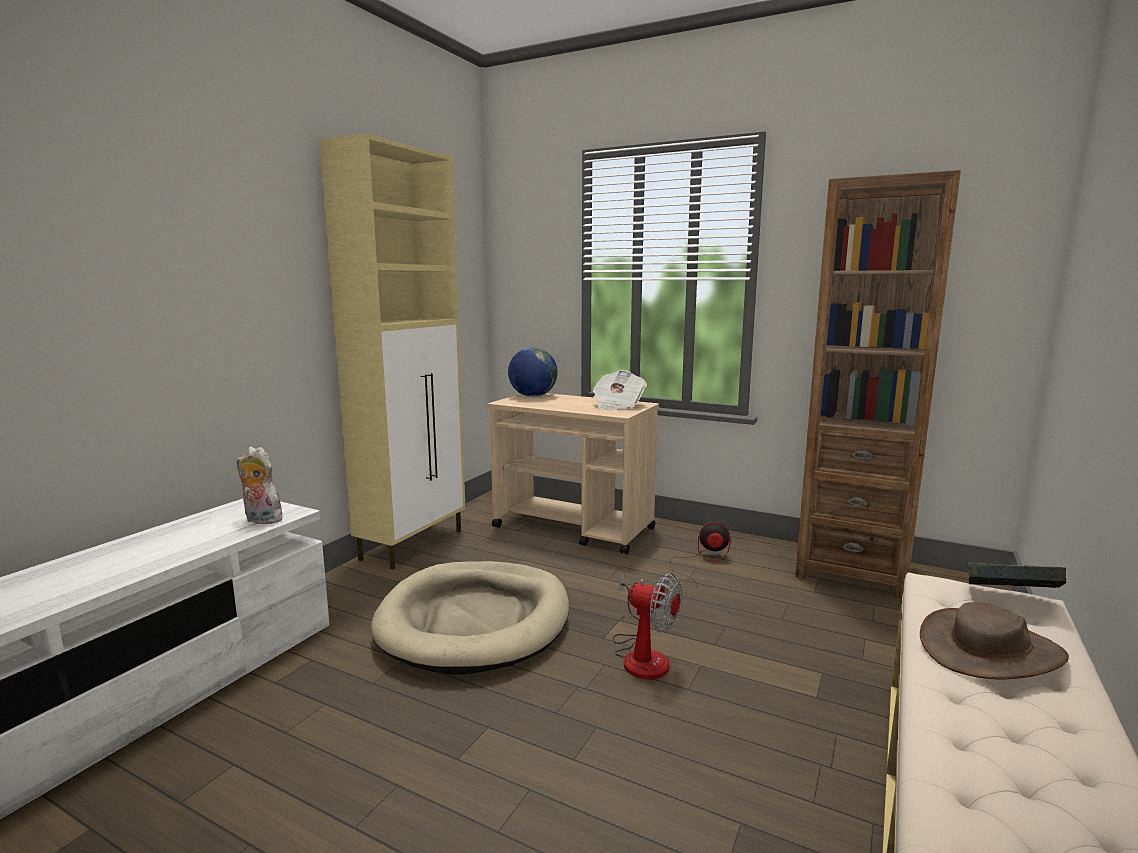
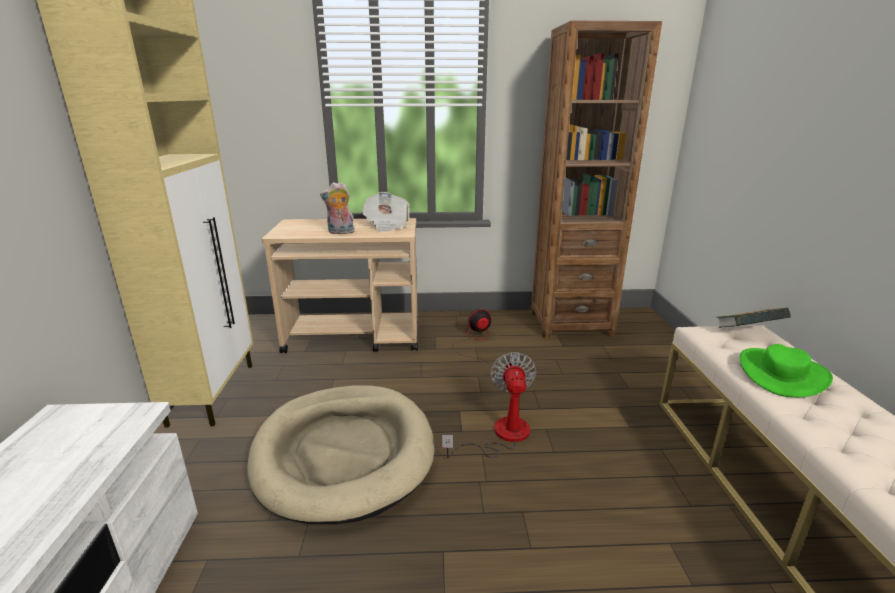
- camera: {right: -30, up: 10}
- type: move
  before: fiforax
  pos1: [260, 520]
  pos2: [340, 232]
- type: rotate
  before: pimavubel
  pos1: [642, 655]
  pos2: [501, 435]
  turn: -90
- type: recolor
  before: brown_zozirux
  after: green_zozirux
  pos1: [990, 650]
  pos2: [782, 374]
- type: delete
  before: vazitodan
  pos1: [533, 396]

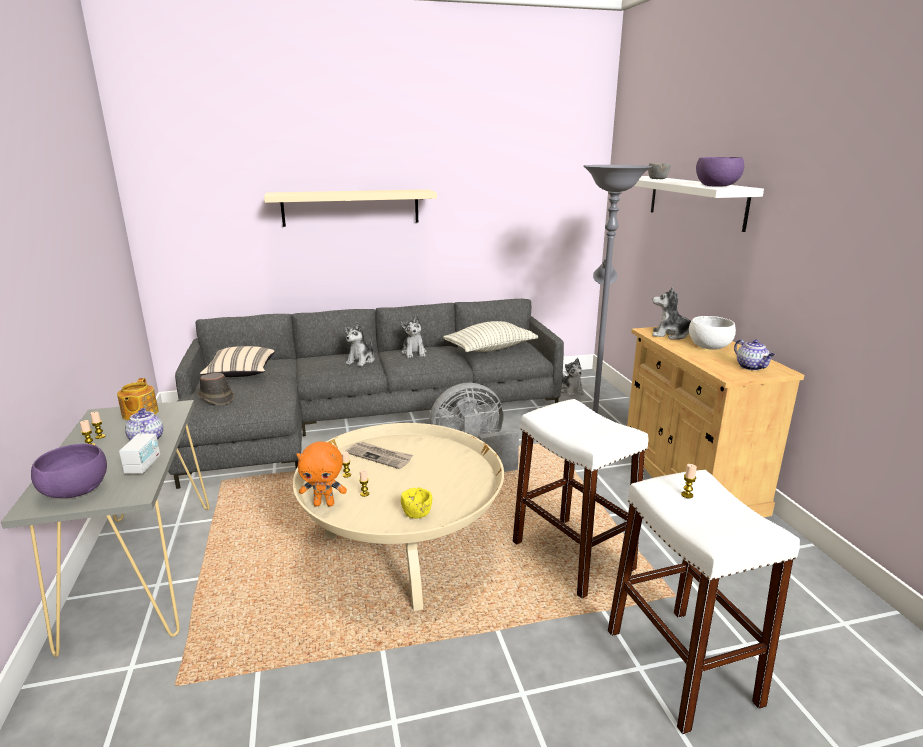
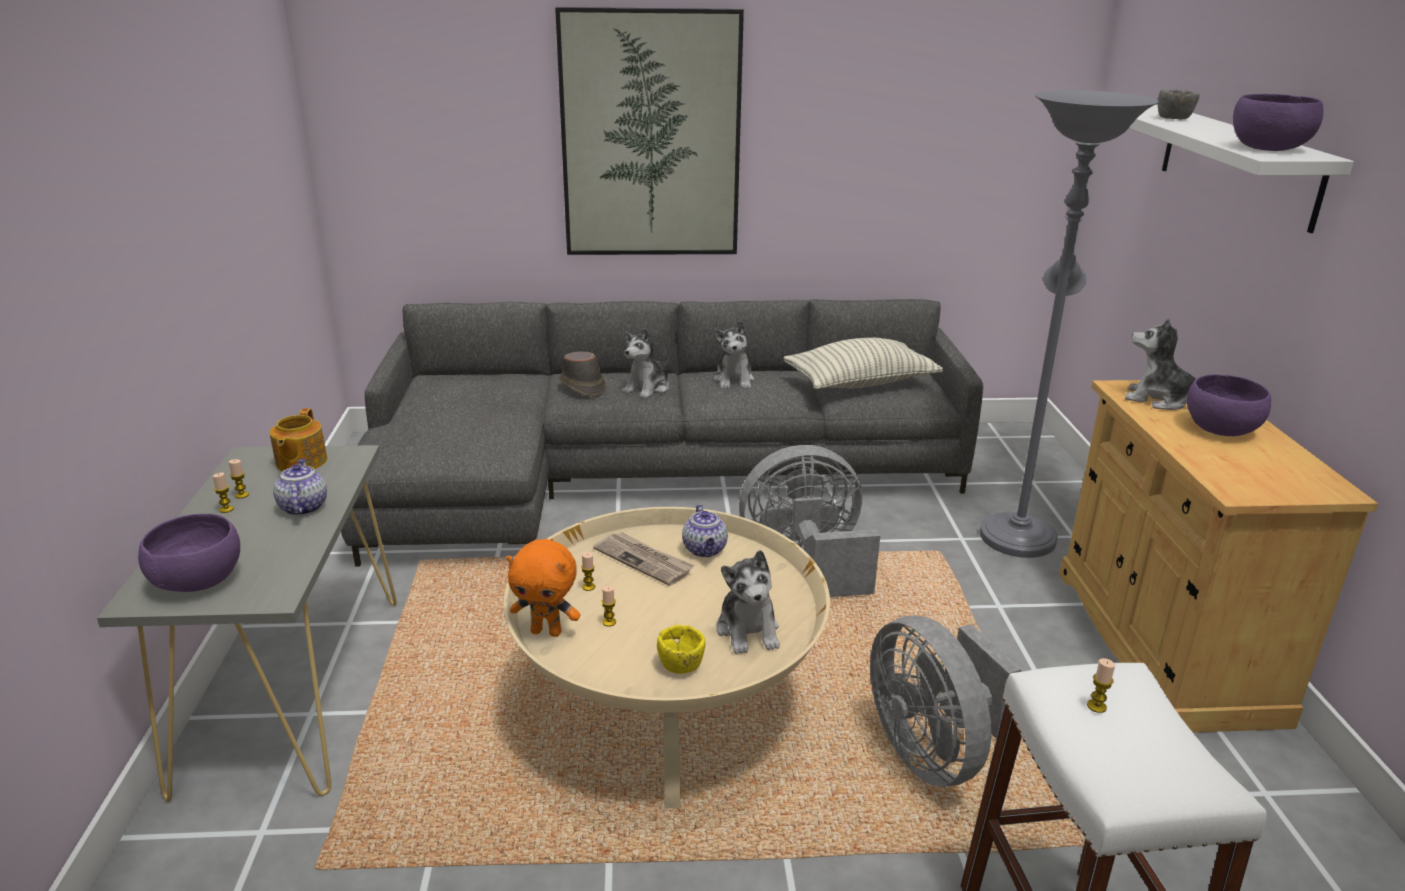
- camera: {right: 10, up: 5}
- type: replace
  before: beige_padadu
  after: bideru
  pos1: [351, 207]
  pos2: [651, 136]
- type: move
  before: brown_zozirux
  pos1: [216, 398]
  pos2: [582, 386]
- type: move
  before: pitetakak
  pos1: [751, 367]
  pos2: [705, 550]
- type: move
  before: fiforax
  pos1: [571, 391]
  pos2: [748, 631]
- type: replace
  before: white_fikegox
  after: grey_pimavubel
  pos1: [572, 556]
  pos2: [932, 753]
- type: recolor
  before: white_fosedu
  after: purple_fosedu
  pos1: [709, 346]
  pos2: [1221, 428]
- type: delete
  before: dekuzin
  pos1: [143, 465]
- type: delete
  before: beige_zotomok
  pos1: [241, 374]

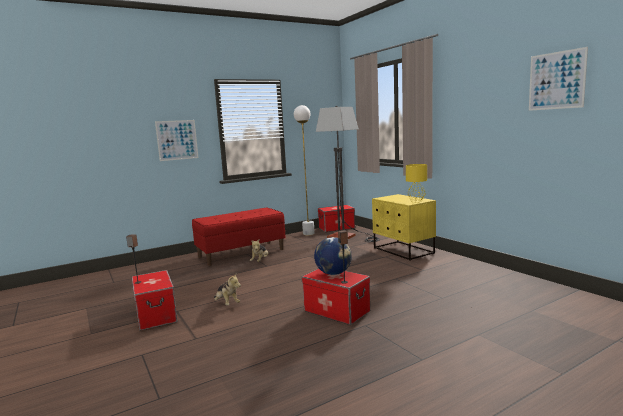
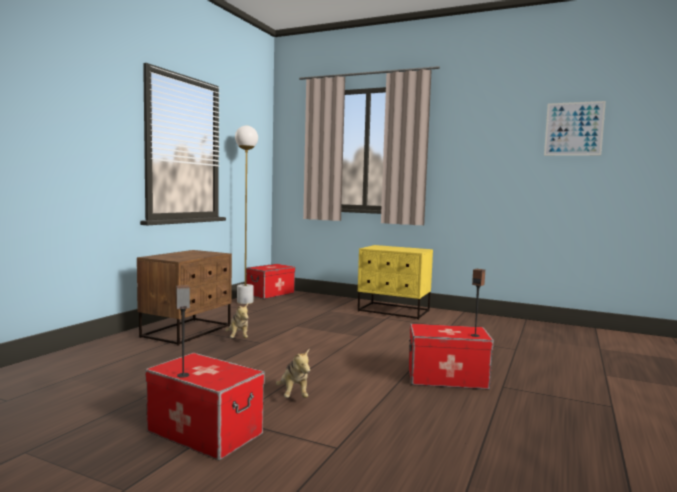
- camera: {right: -35, up: -5}
- type: replace
  before: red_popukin
  after: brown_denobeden
  pos1: [241, 253]
  pos2: [188, 331]
- type: rotate
  before: fiforax
  pos1: [227, 303]
  pos2: [293, 395]
  turn: 60
- type: delete
  before: bideru
  pos1: [177, 140]
- type: delete
  before: vazitodan
  pos1: [333, 273]
- type: delete
  before: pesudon
  pos1: [348, 237]
- type: delete
  before: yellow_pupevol
  pos1: [416, 201]

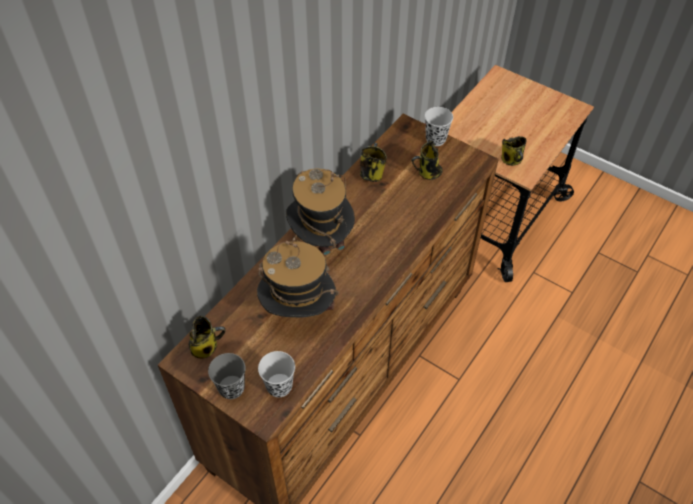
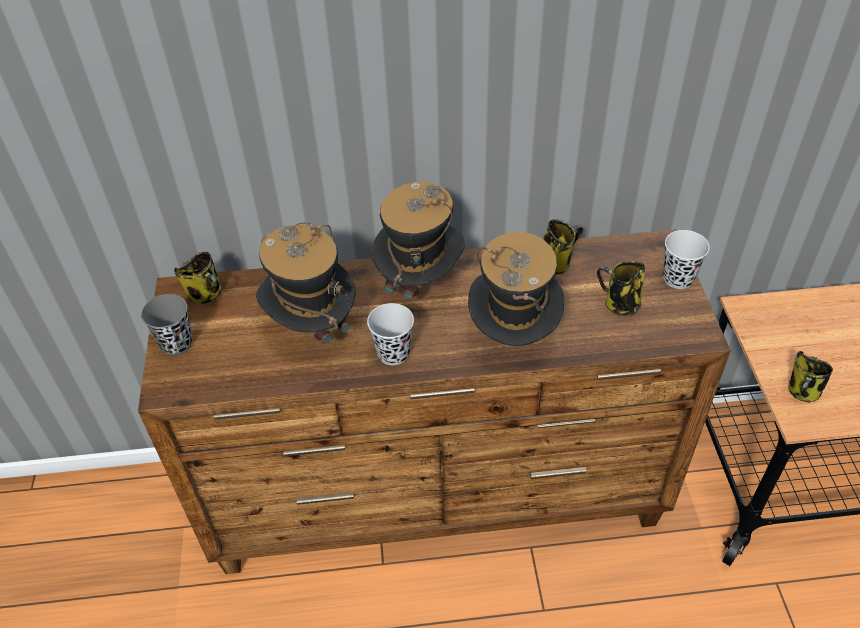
- camera: {right: 50, up: -5}
- type: move
  before: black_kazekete
  pos1: [279, 386]
  pos2: [393, 353]
- type: insert
  after: zozirux
  pos2: [513, 339]

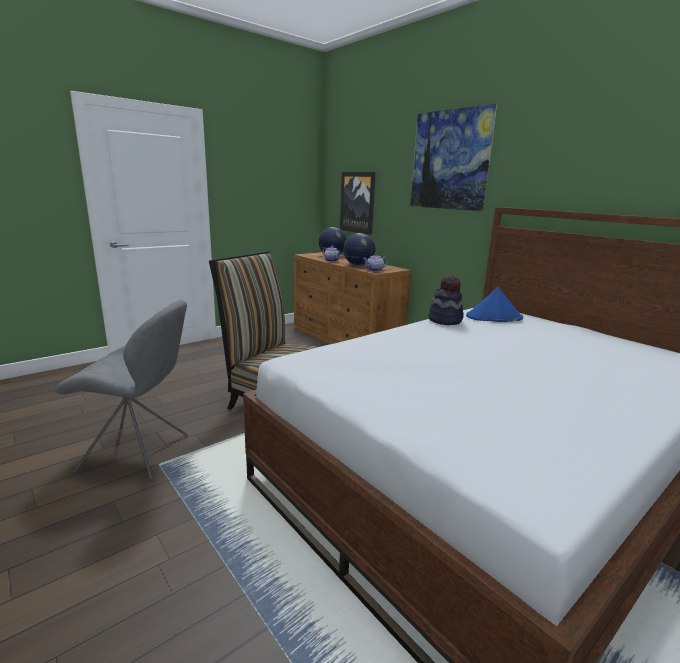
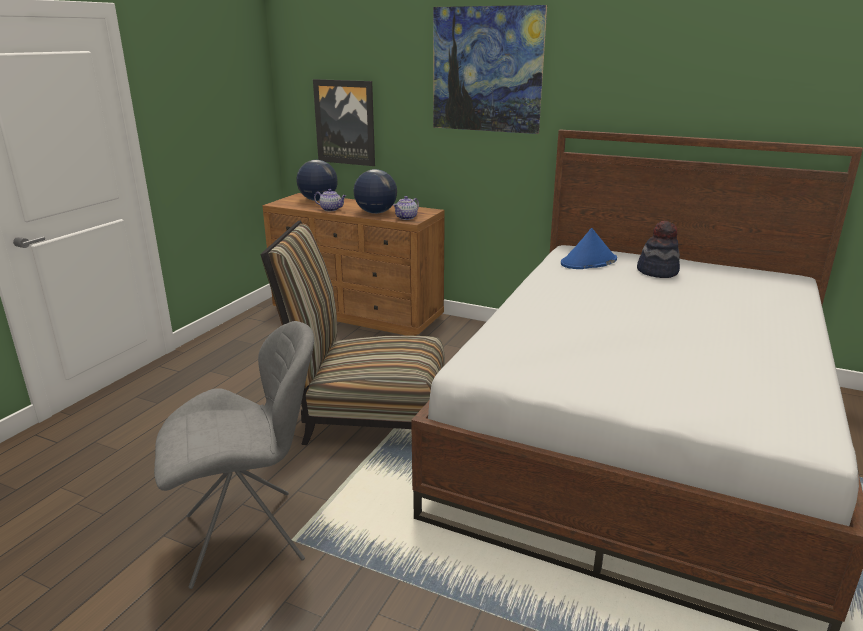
- camera: {right: -25, up: 5}
- type: move
  before: zozirux
  pos1: [445, 320]
  pos2: [657, 271]

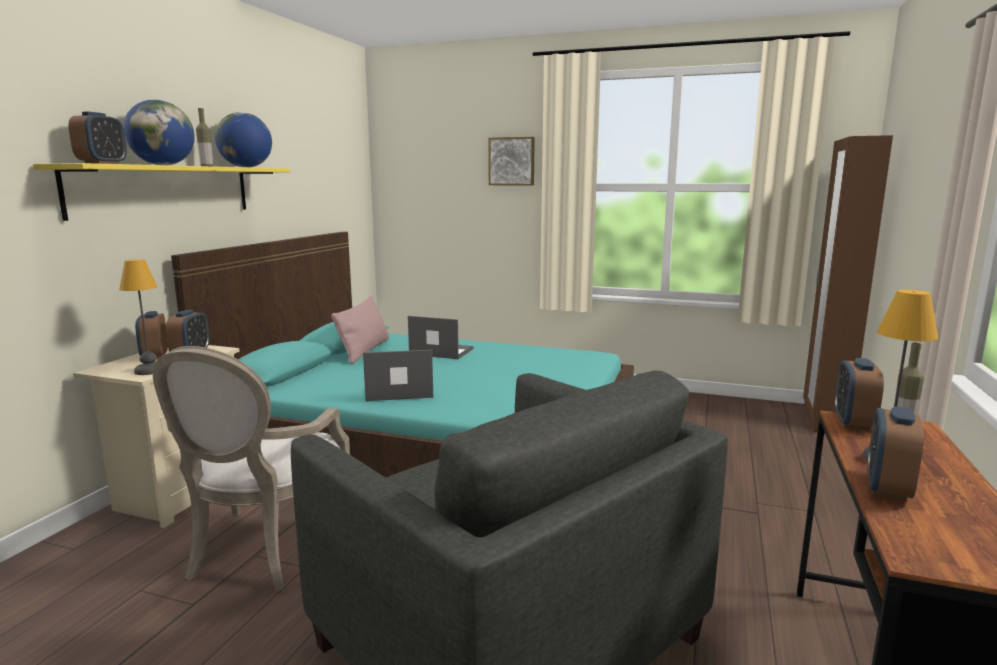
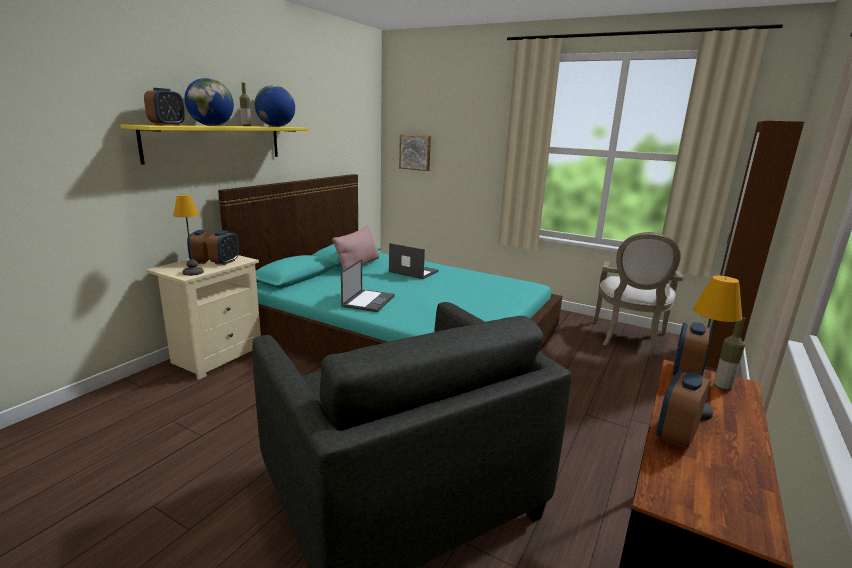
- camera: {right: 10, up: 5}
- type: rotate
  before: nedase
  pos1: [398, 391]
  pos2: [368, 301]
  turn: 105
- type: move
  before: bideru
  pos1: [512, 161]
  pos2: [415, 152]
- type: move
  before: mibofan
  pos1: [262, 552]
  pos2: [628, 339]

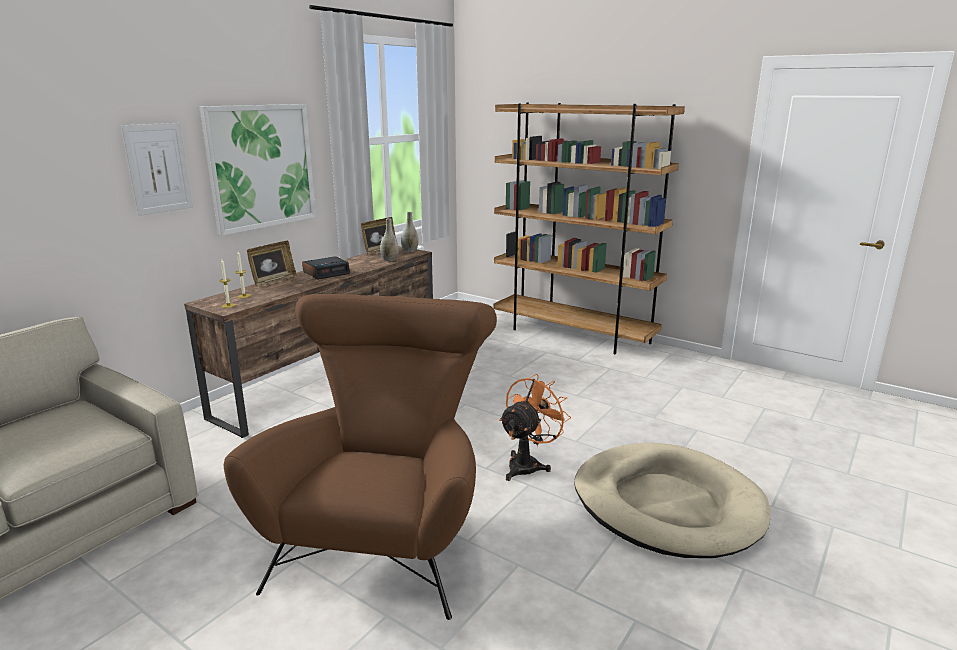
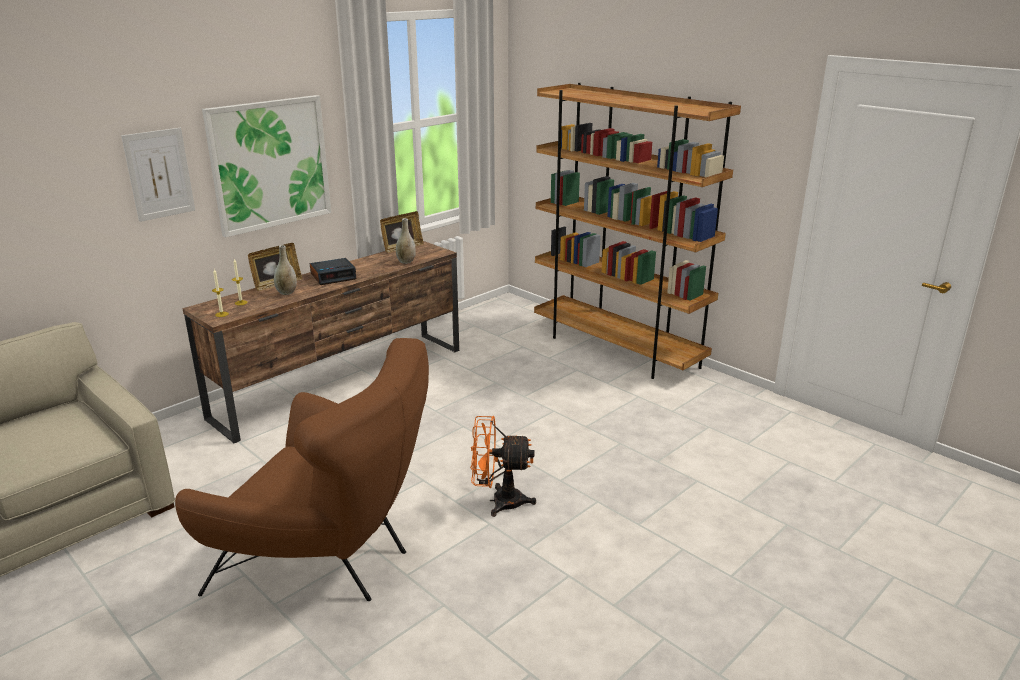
- camera: {right: 10, up: 5}
- type: rotate
  before: brown_mibofan
  pos1: [382, 534]
  pos2: [330, 559]
  turn: 90
- type: move
  before: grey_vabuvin
  pos1: [410, 251]
  pos2: [286, 292]
- type: rotate
  before: orange_pimavubel
  pos1: [528, 464]
  pos2: [499, 501]
  turn: -135
- type: delete
  before: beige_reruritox
  pos1: [667, 504]

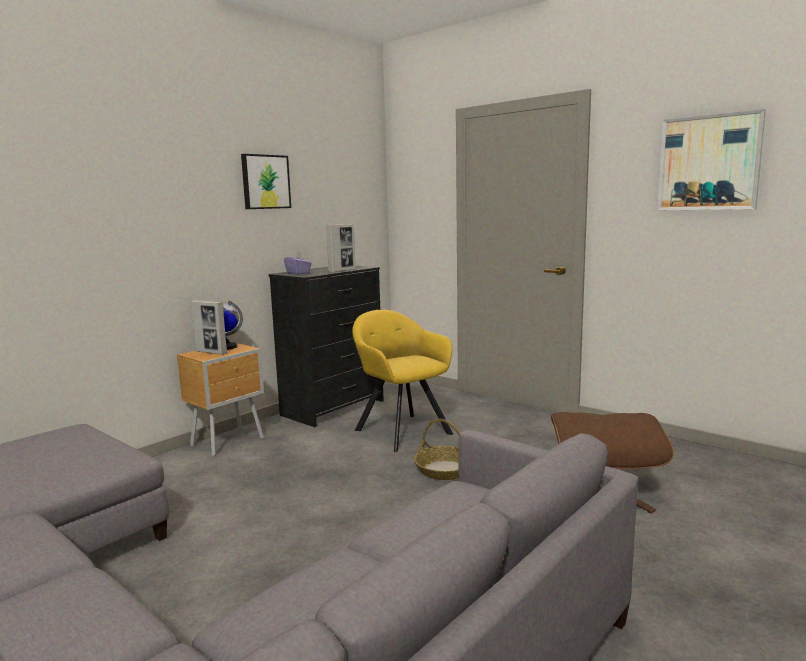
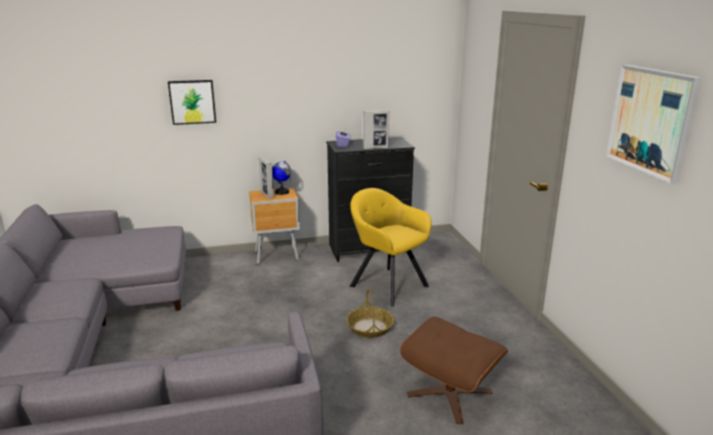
- camera: {right: 35, up: 10}
- type: move
  before: bideru
  pos1: [265, 182]
  pos2: [192, 101]
- type: rotate
  before: yellow_mibofan
  pos1: [401, 430]
  pos2: [387, 284]
  turn: -45

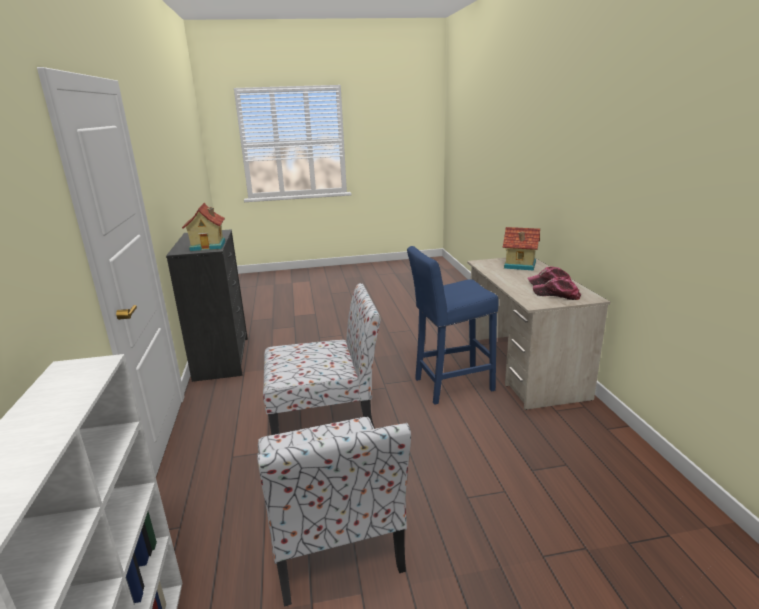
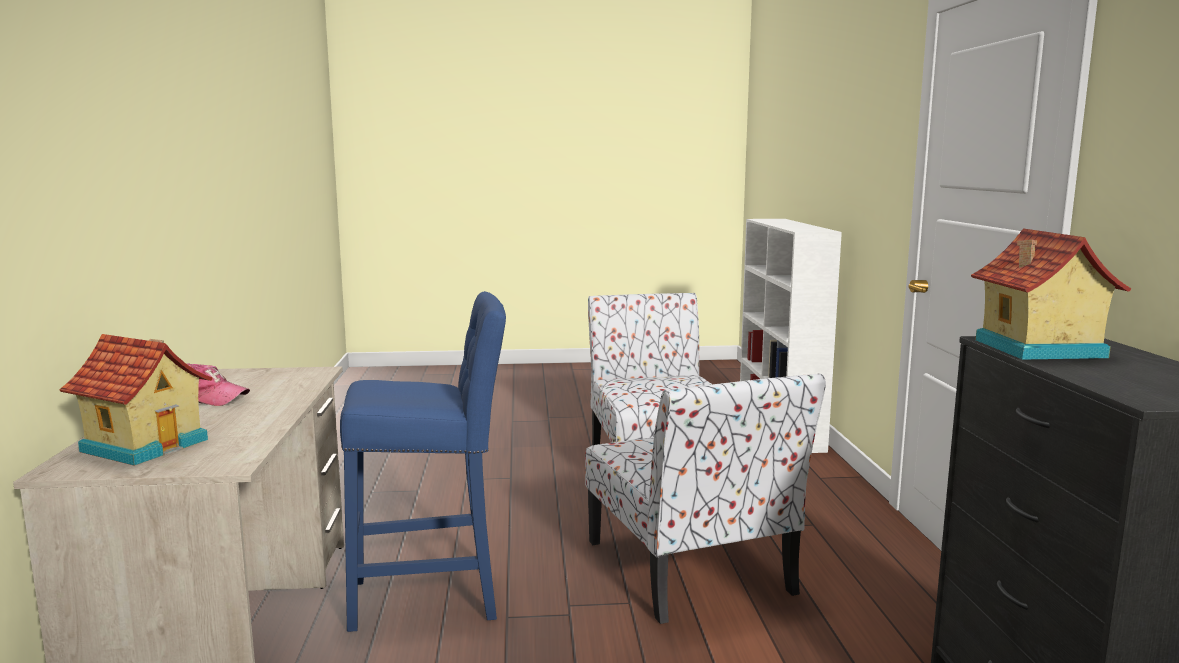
- camera: {right: -175, up: -10}
- type: rotate
  before: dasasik
  pos1: [324, 412]
  pos2: [691, 569]
  turn: -105
- type: delete
  before: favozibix
  pos1: [556, 294]

